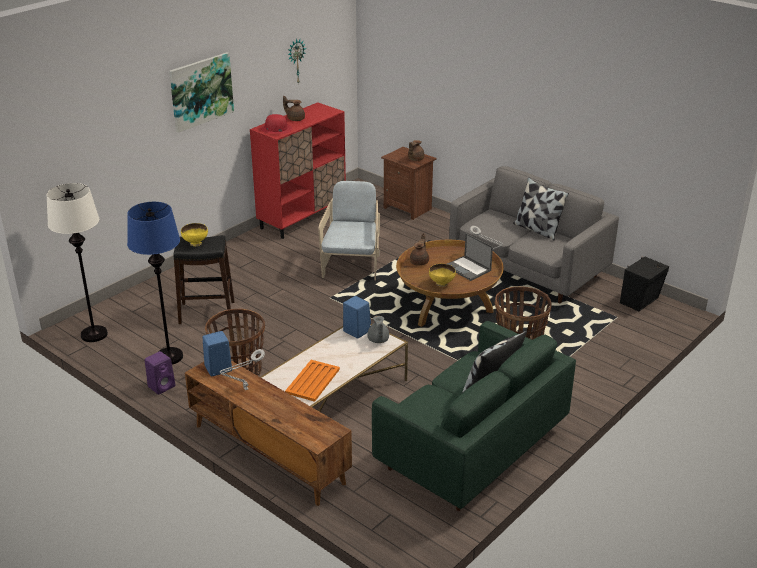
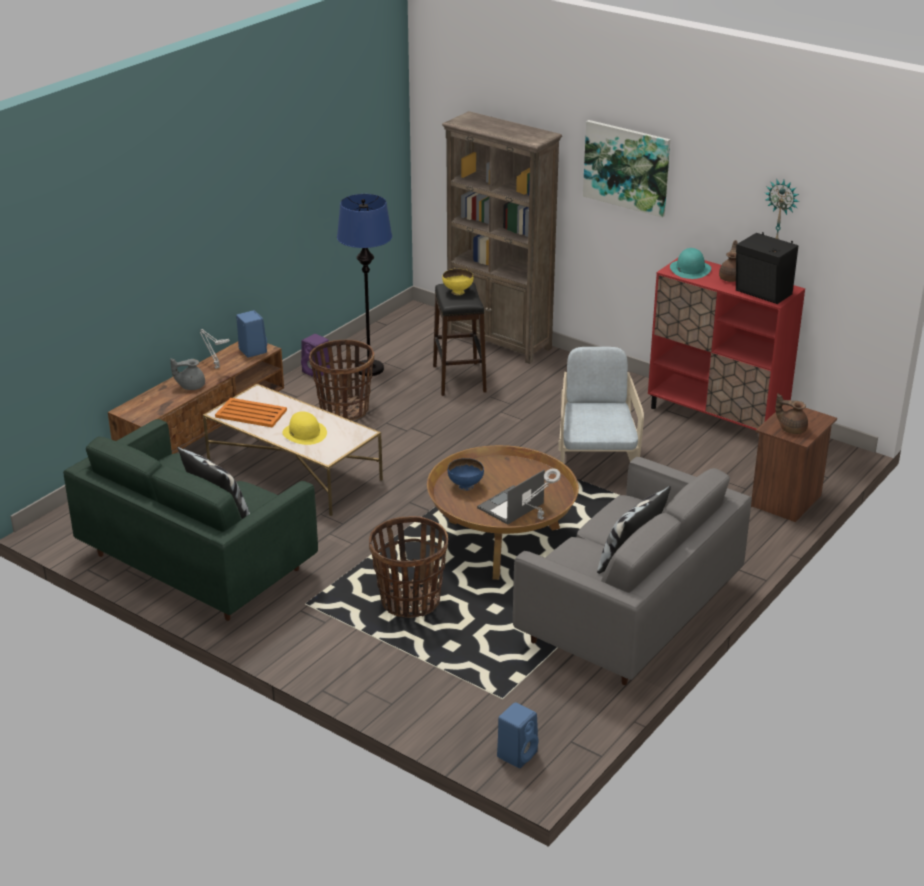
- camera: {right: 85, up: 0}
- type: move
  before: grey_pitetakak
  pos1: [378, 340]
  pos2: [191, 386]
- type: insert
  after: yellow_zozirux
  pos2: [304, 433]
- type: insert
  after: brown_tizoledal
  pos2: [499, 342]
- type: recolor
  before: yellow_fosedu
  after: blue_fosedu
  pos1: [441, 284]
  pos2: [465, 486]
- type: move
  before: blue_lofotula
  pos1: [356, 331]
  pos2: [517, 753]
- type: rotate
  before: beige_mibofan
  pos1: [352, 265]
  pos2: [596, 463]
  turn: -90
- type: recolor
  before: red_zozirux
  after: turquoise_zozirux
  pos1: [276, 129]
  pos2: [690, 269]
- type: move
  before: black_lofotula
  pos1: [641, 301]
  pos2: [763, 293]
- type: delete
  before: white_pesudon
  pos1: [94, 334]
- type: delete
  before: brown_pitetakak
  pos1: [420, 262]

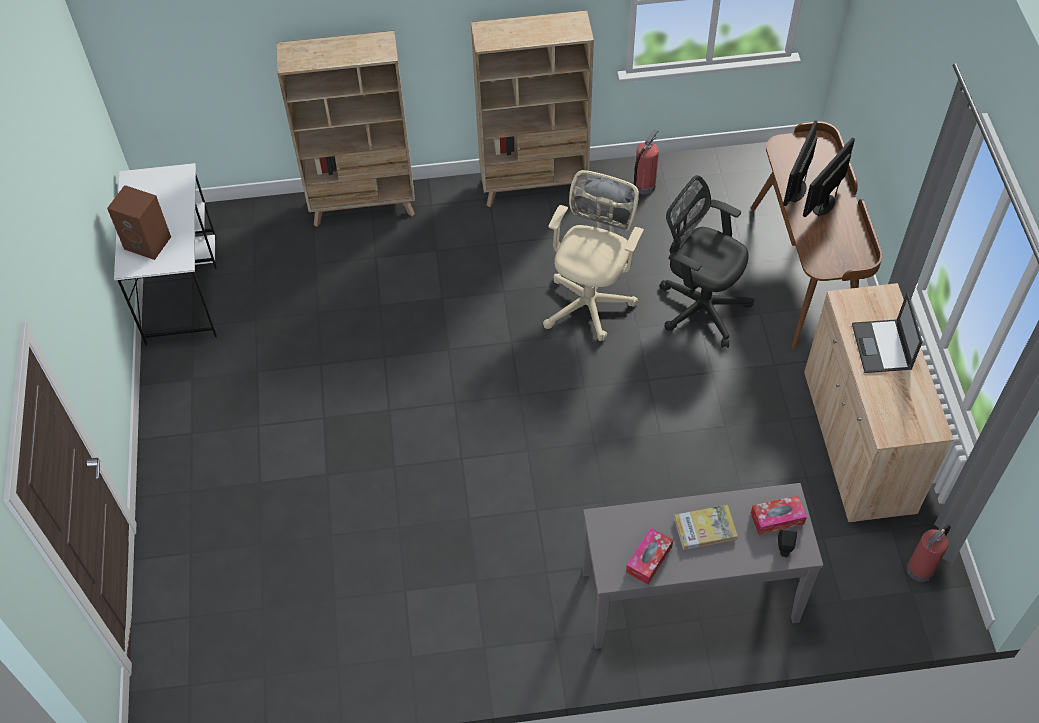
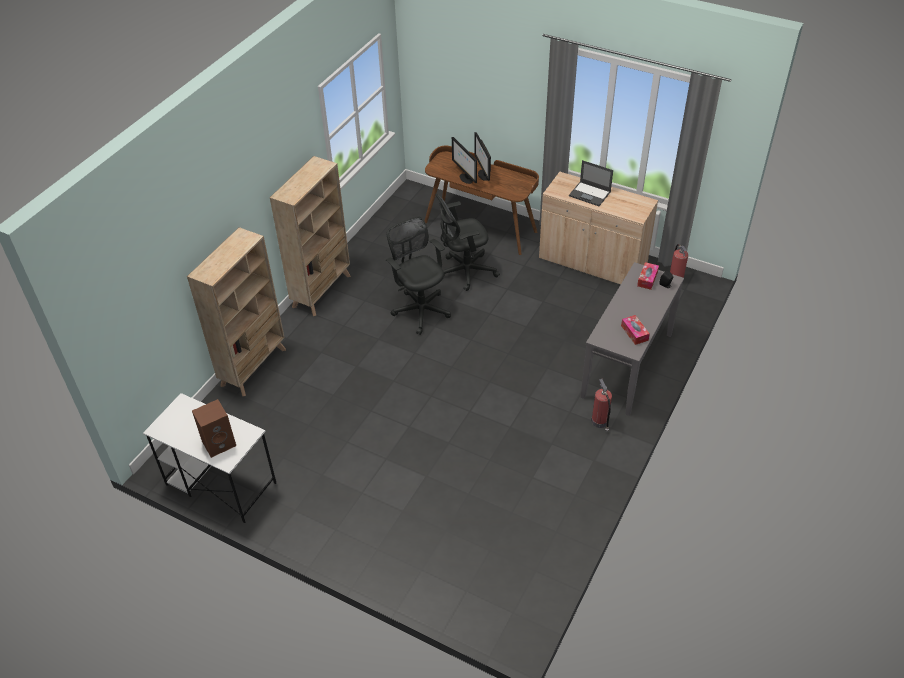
- camera: {right: -55, up: -10}
- type: recolor
  before: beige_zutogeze
  after: black_zutogeze
  pos1: [590, 301]
  pos2: [420, 309]
- type: move
  before: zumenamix
  pos1: [643, 187]
  pos2: [600, 422]
- type: delete
  before: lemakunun
  pos1: [705, 528]

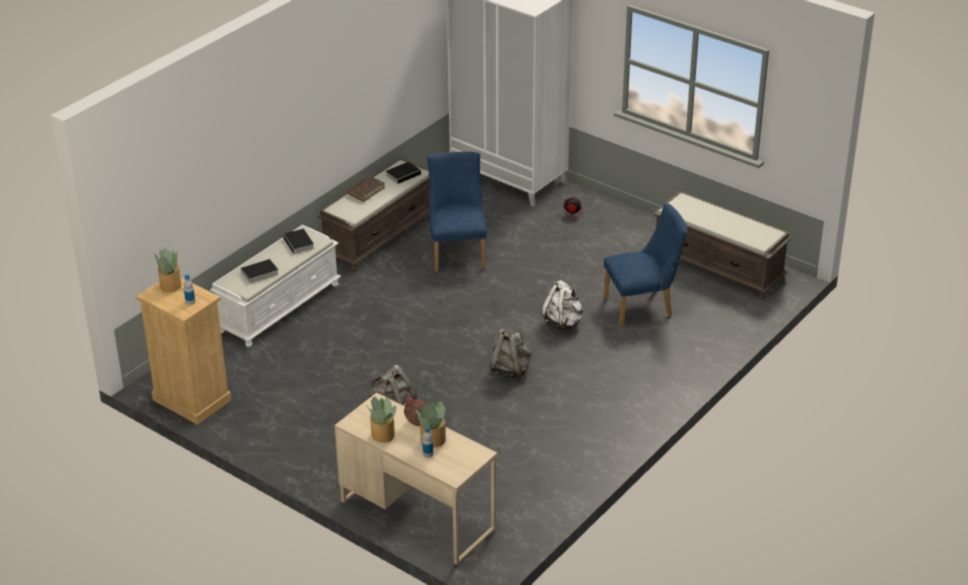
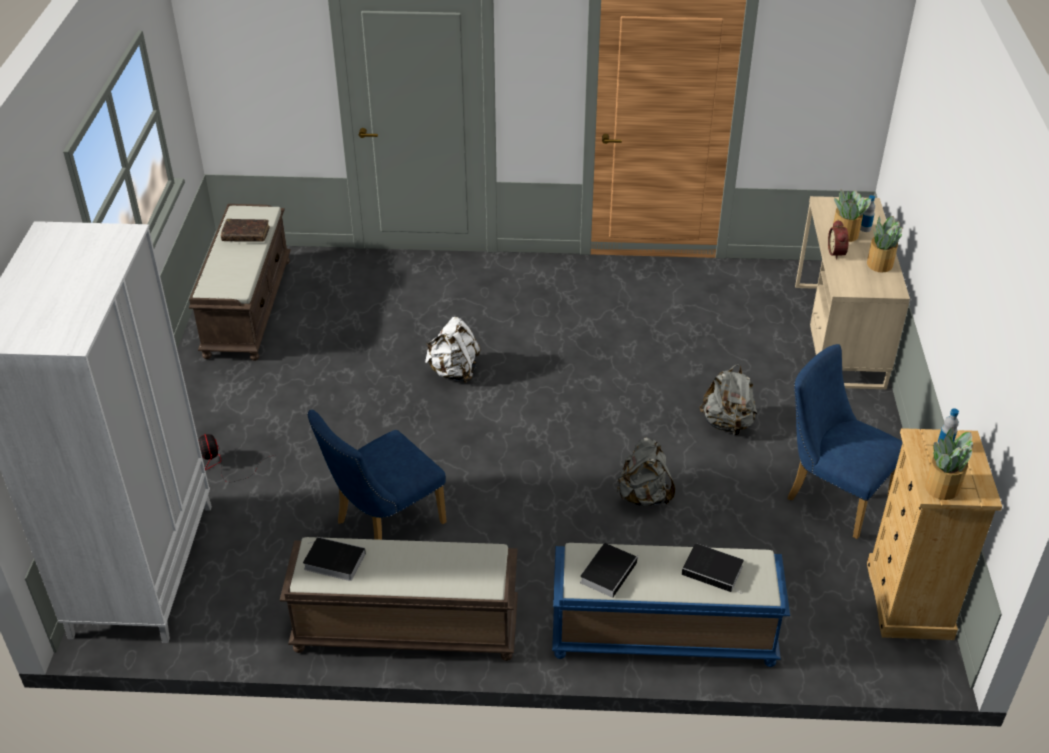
- camera: {right: -125, up: 5}
- type: move
  before: brown_lemakunun
  pos1: [366, 192]
  pos2: [246, 235]
- type: recolor
  before: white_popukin
  after: blue_popukin
  pos1: [279, 307]
  pos2: [662, 635]
- type: move
  before: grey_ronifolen
  pos1: [510, 370]
  pos2: [643, 496]
- type: move
  before: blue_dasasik
  pos1: [643, 307]
  pos2: [831, 495]

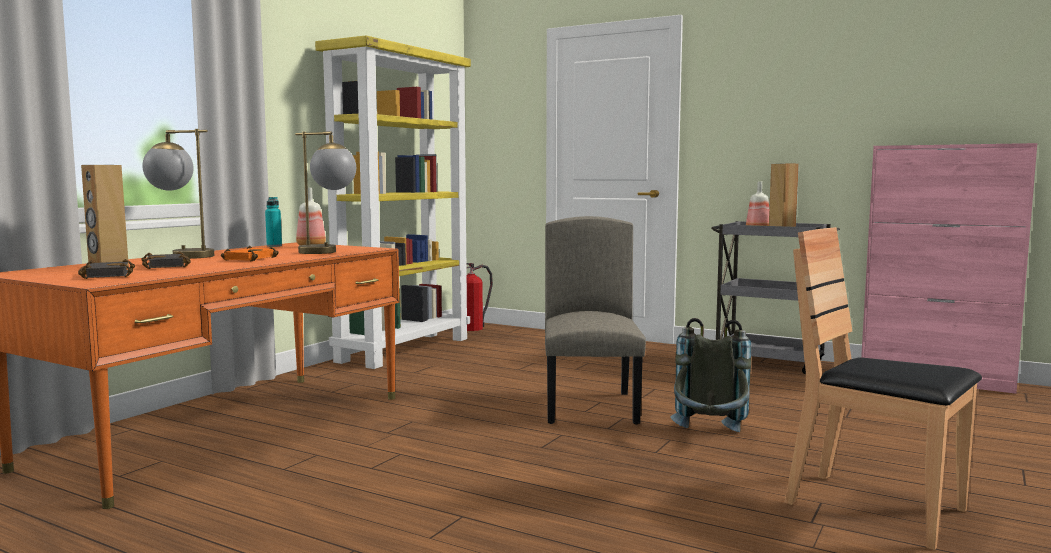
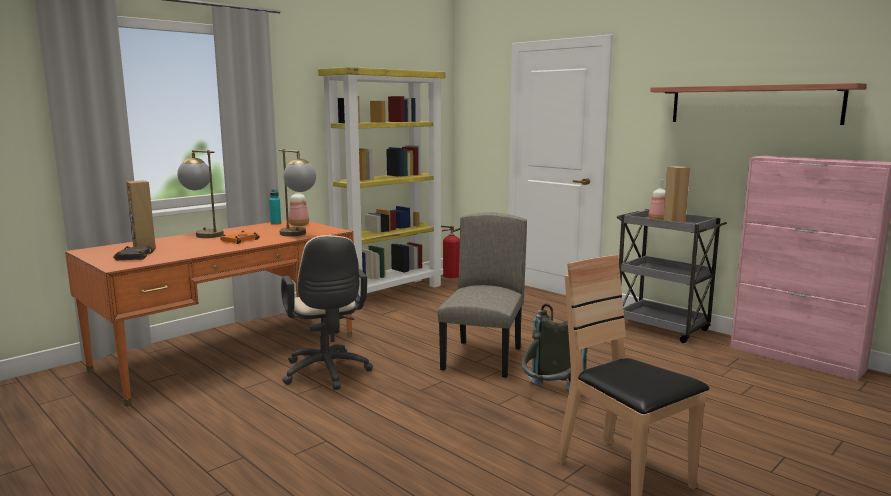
- camera: {right: 15, up: 5}
- type: insert
  after: beige_zutogeze
  pos2: [327, 374]
- type: insert
  after: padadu
  pos2: [753, 104]
- type: delete
  before: black_lemakunun
  pos1: [168, 266]

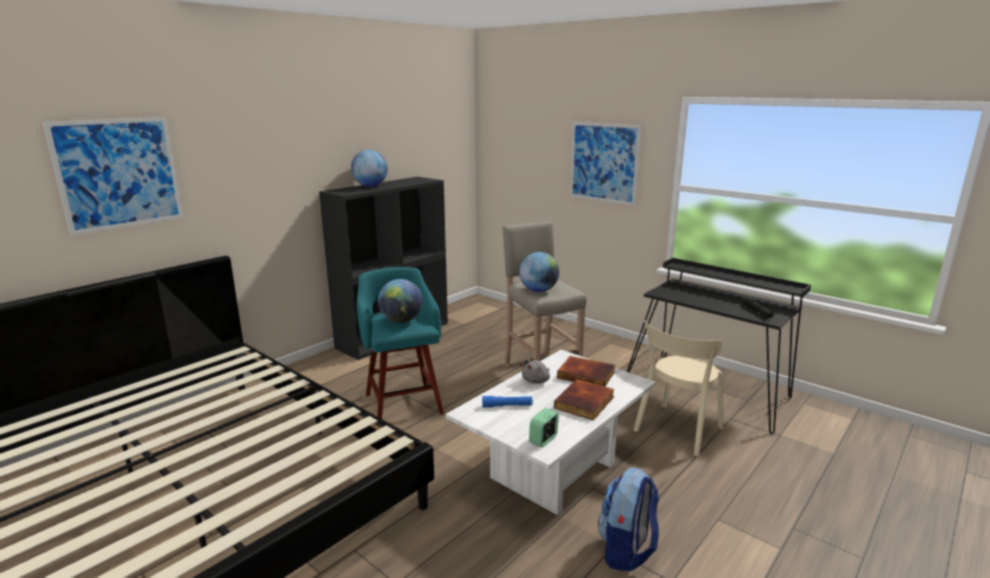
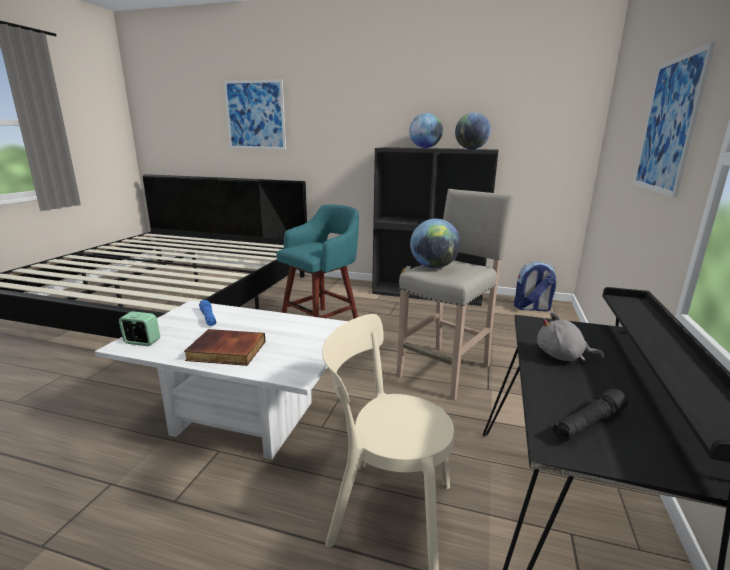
- camera: {right: 65, up: 0}
- type: move
  before: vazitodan
  pos1: [401, 321]
  pos2: [471, 149]
- type: move
  before: ronifolen
  pos1: [627, 551]
  pos2: [532, 308]
- type: move
  before: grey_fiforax
  pos1: [536, 381]
  pos2: [562, 356]
- type: delete
  before: lemakunun
  pos1: [587, 374]

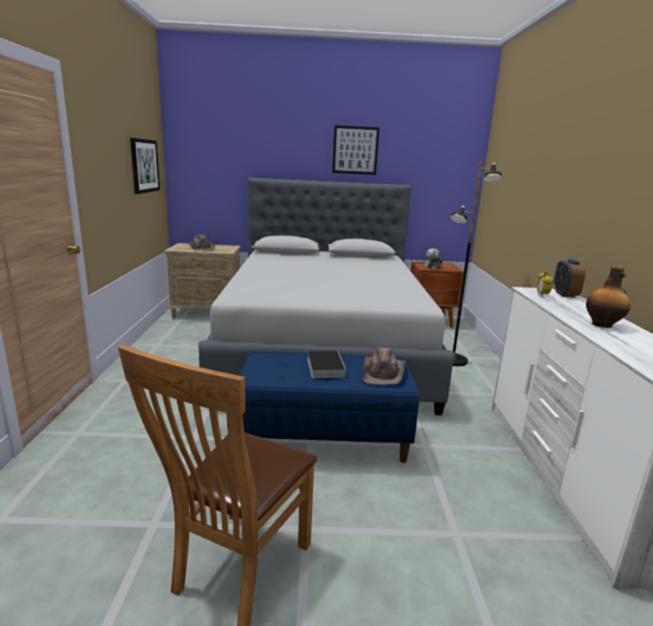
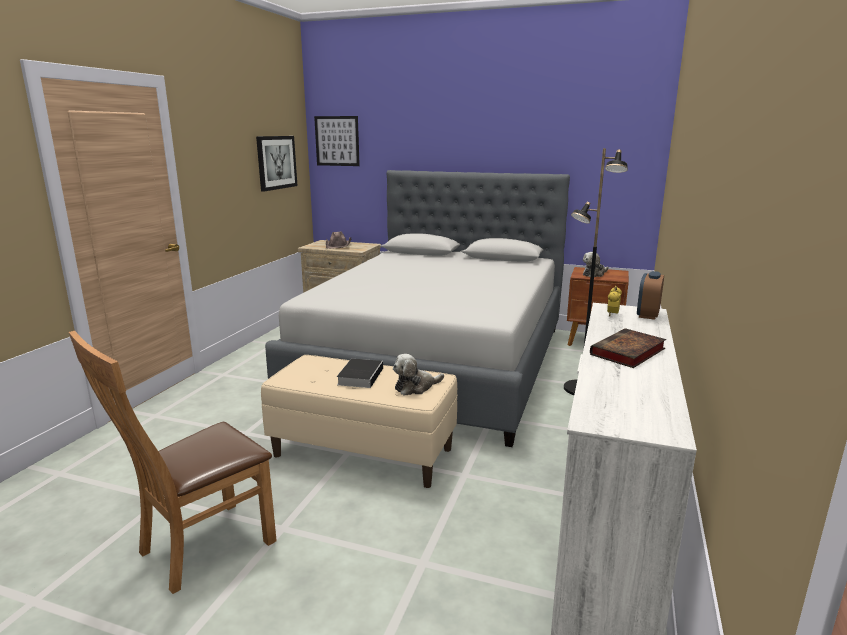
- camera: {right: 20, up: 0}
- type: recolor
  before: blue_popukin
  after: beige_popukin
  pos1: [324, 438]
  pos2: [364, 452]
- type: move
  before: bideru
  pos1: [355, 150]
  pos2: [337, 141]
- type: replace
  before: brown_zozirux
  after: fiforax
  pos1: [384, 372]
  pos2: [416, 387]
- type: replace
  before: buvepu
  after: lemakunun
  pos1: [603, 325]
  pos2: [627, 353]

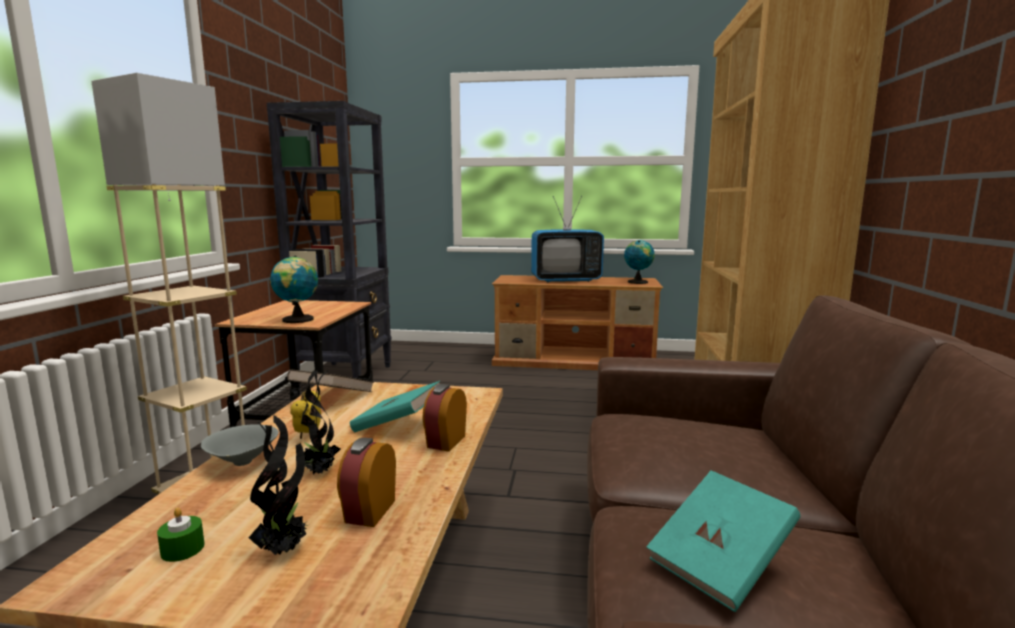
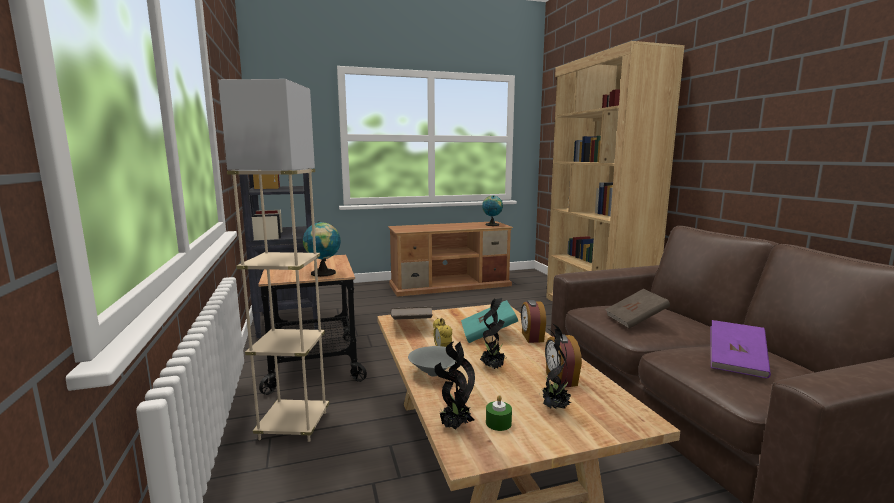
- camera: {right: -25, up: 0}
- type: insert
  after: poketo
  pos2: [454, 426]
- type: insert
  after: brown_lemakunun
  pos2: [635, 320]
- type: recolor
  before: turquoise_lemakunun
  after: purple_lemakunun
  pos1: [720, 563]
  pos2: [736, 363]
- type: delete
  before: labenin
  pos1: [566, 280]

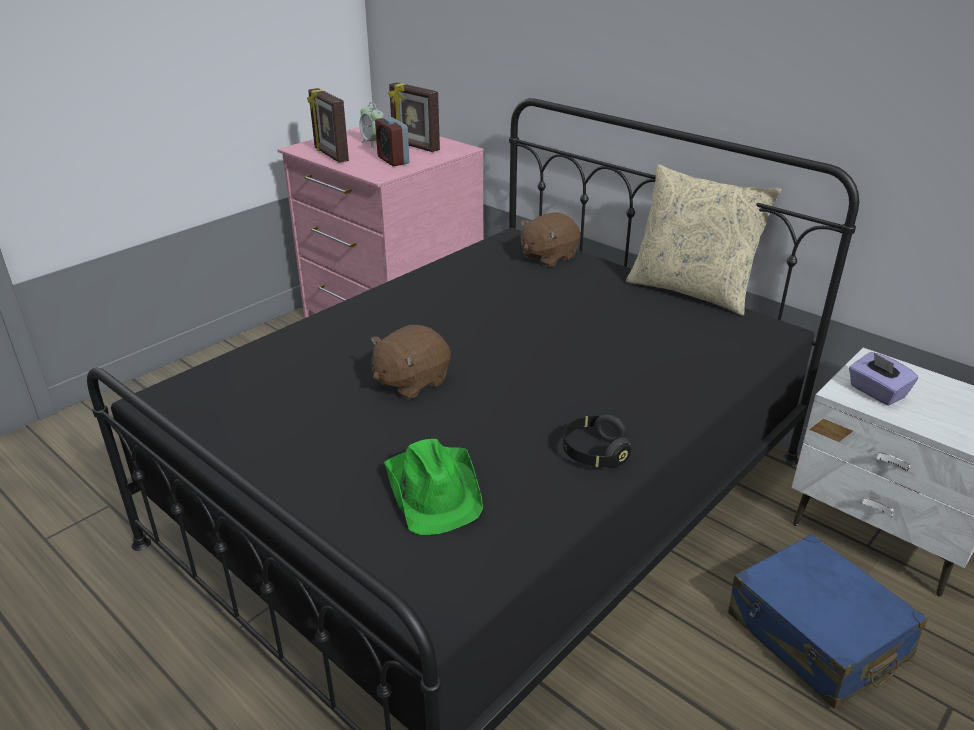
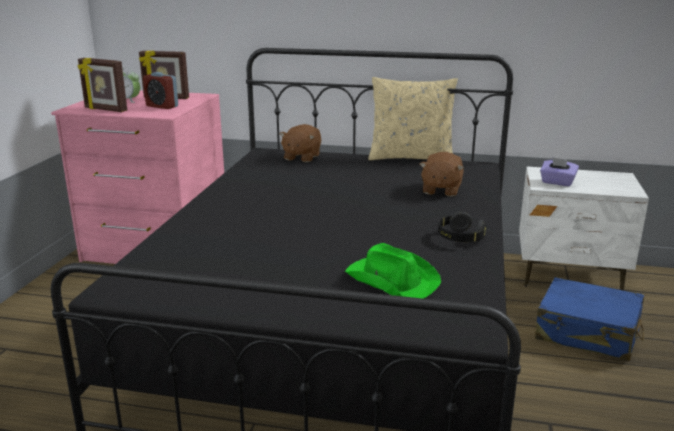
- camera: {right: -30, up: -10}
- type: move
  before: brown_fiforax
  pos1: [410, 382]
  pos2: [440, 190]

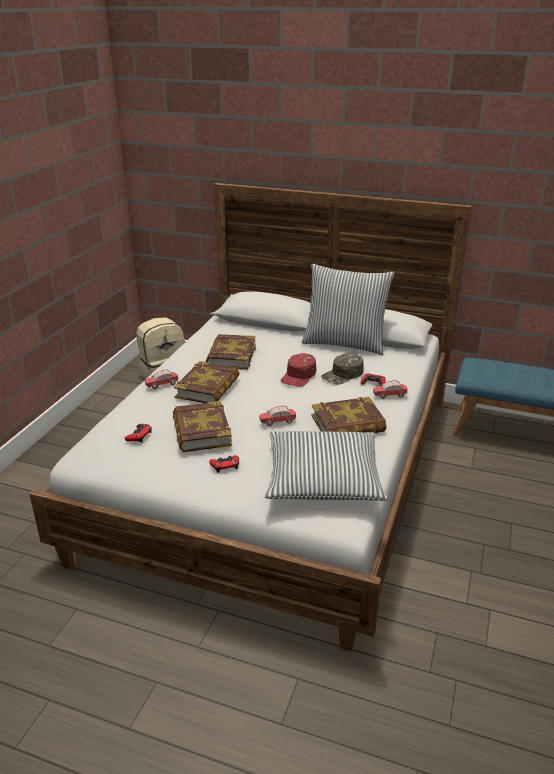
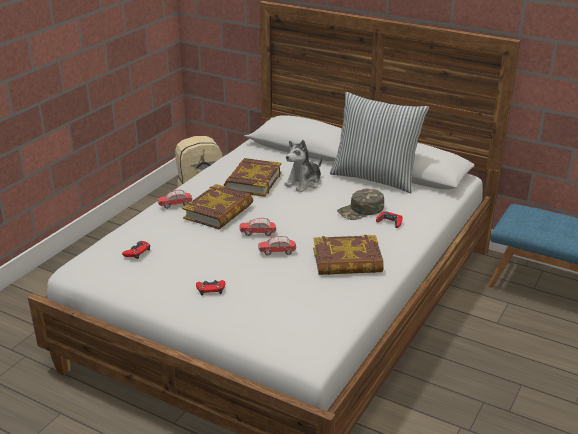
- camera: {right: 10, up: 0}
- type: move
  before: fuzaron
  pos1: [390, 395]
  pos2: [258, 233]
- type: insert
  after: fiforax
  pos2: [304, 183]
- type: delete
  before: lemakunun
  pos1: [201, 431]
- type: delete
  before: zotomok
  pos1: [323, 478]
- type: delete
  before: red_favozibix
  pos1: [299, 375]

